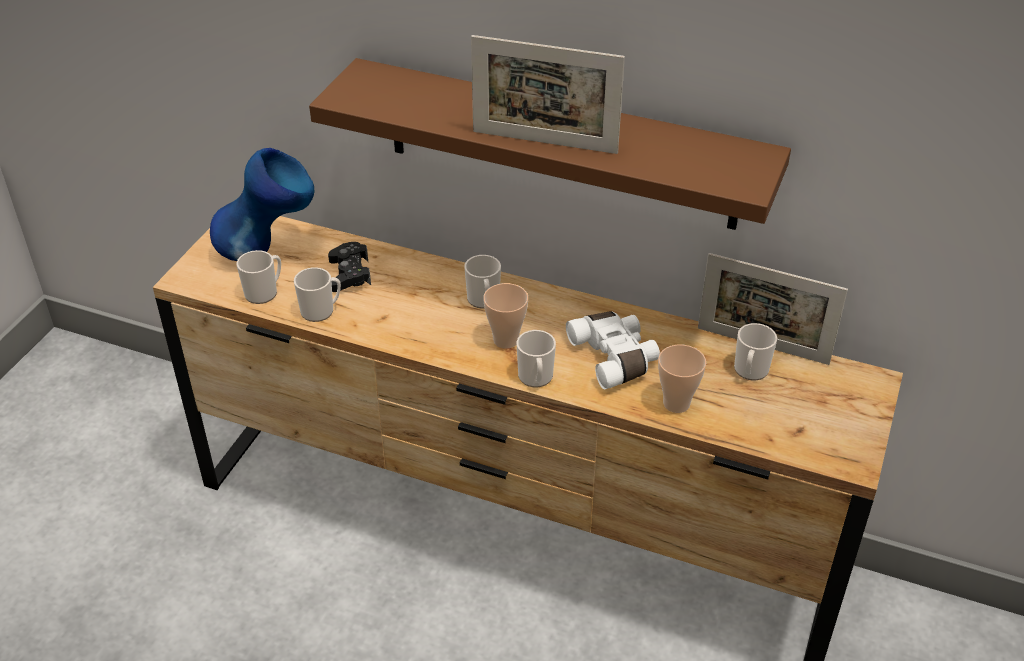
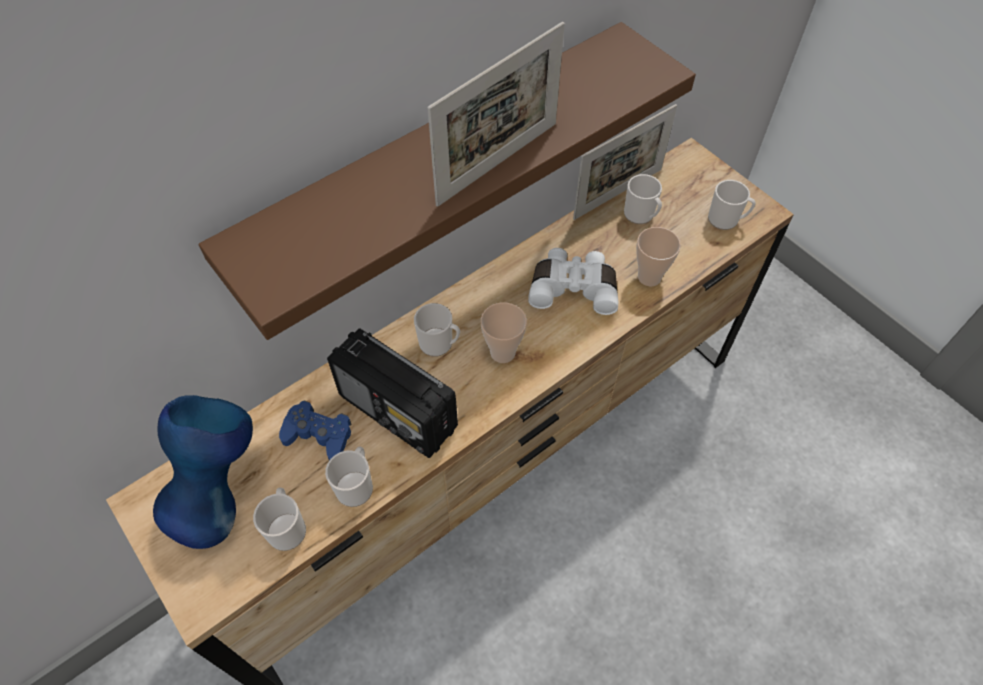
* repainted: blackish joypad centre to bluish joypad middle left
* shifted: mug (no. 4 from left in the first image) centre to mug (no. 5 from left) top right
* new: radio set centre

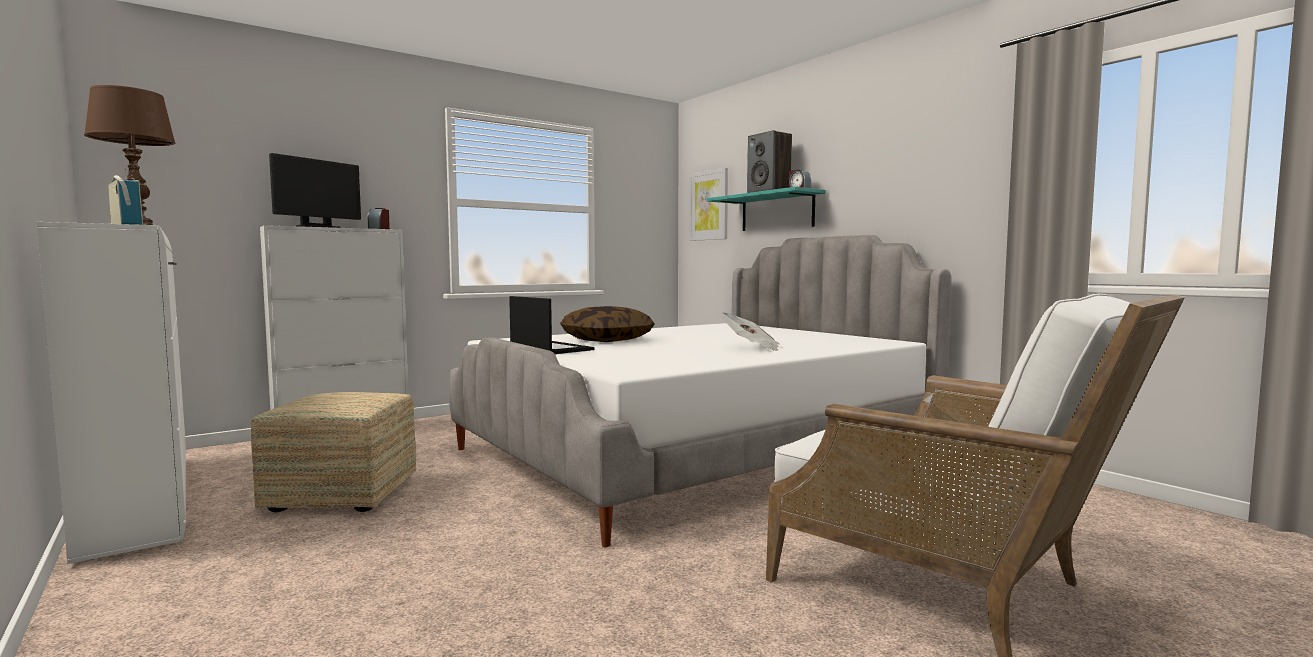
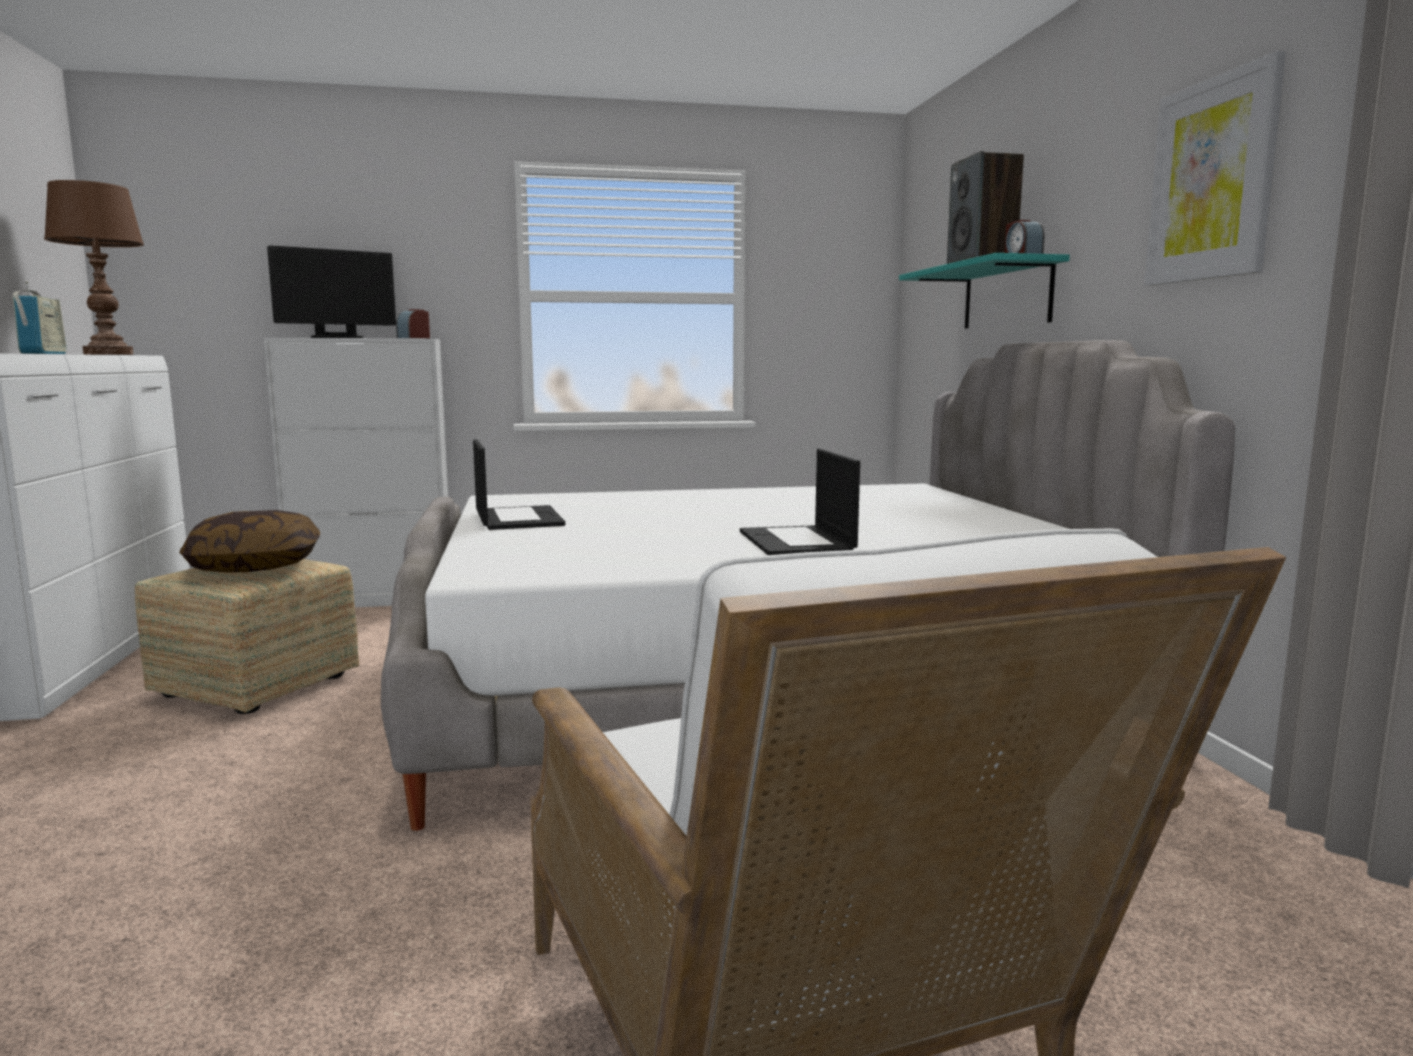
* shifted: wall art top centre to top right
* shifted: cushion centre to middle left
* swapped: newspaper centre to laptop (no. 2 from left) centre

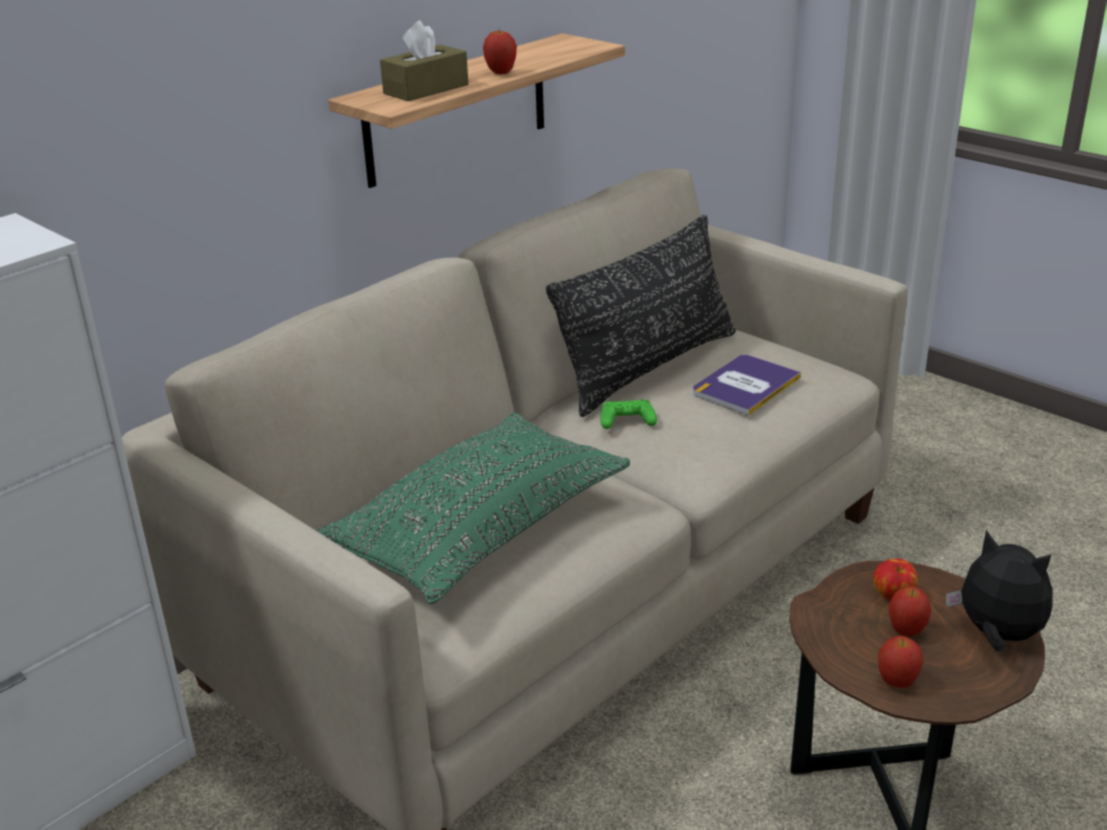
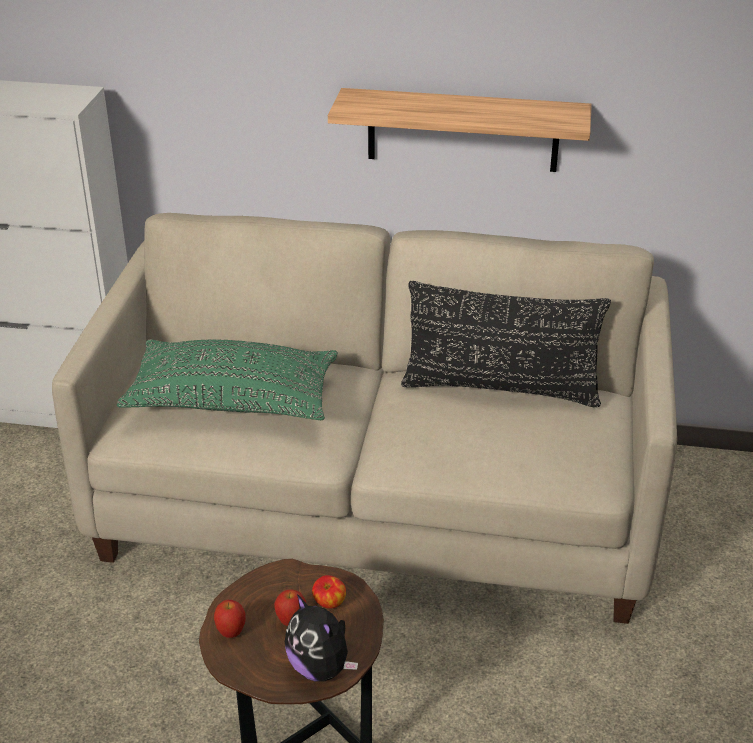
* gone: brownish tissue holder top centre
* gone: apple fruit (no. 1 from left) top centre
* gone: volume middle right
* gone: green joypad centre
* rotated: cuddly toy bottom right = bottom centre 135 degrees clockwise

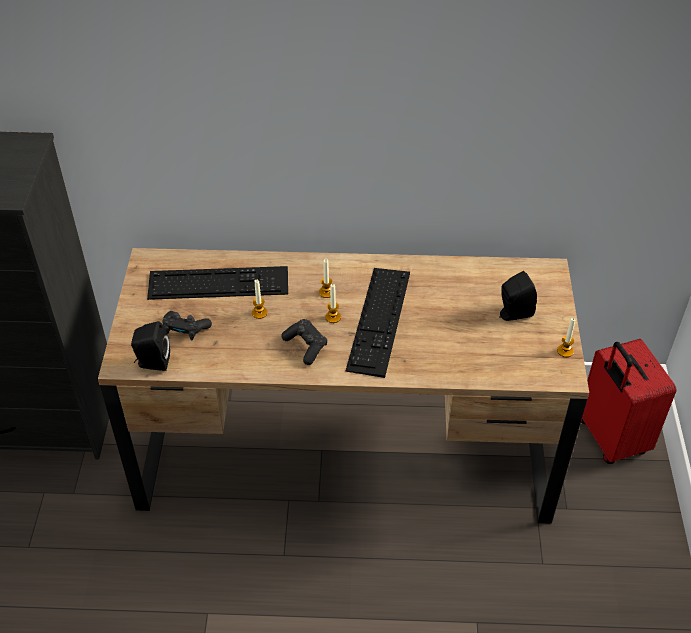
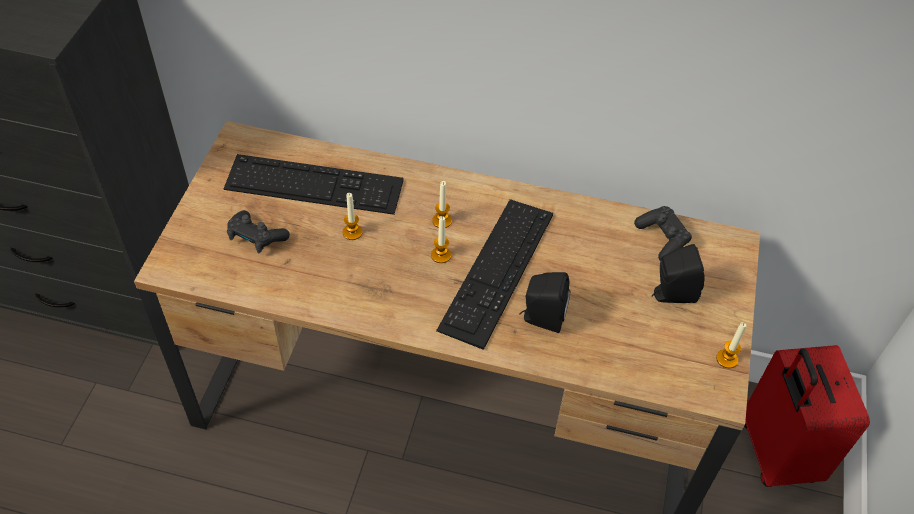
* shifted: blackish joypad (no. 2 from left) centre to middle right
* shifted: blackish audio speaker (no. 1 from left) middle left to centre

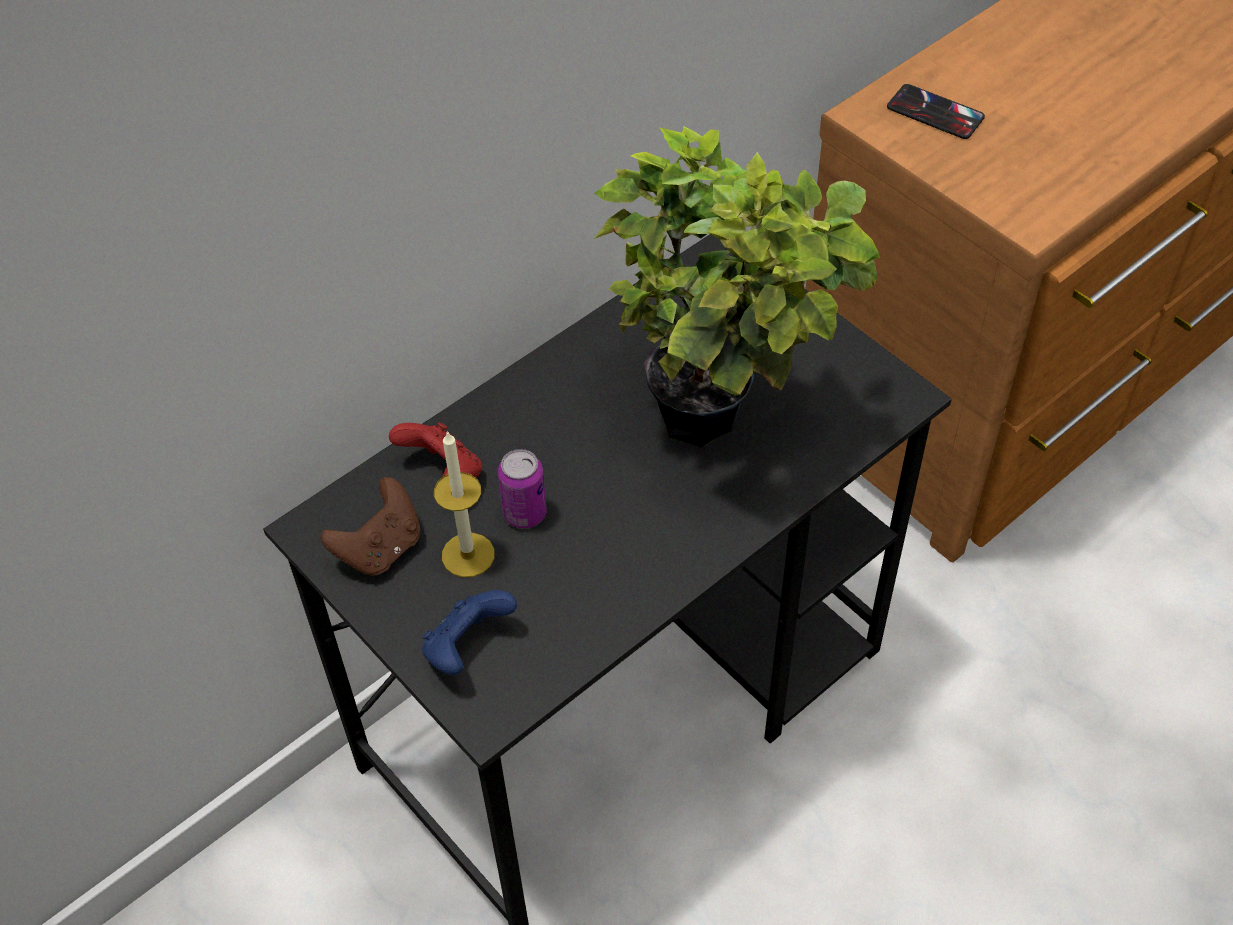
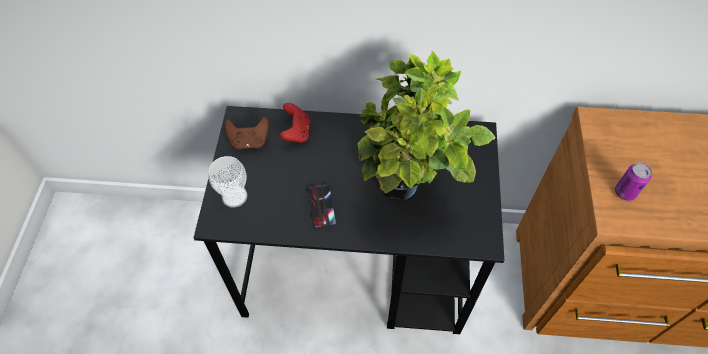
* shifted: handset top right to centre
* gone: wax candle centre
* shifted: can centre to middle right
* swapped: bluish joypad bottom centre to cup middle left

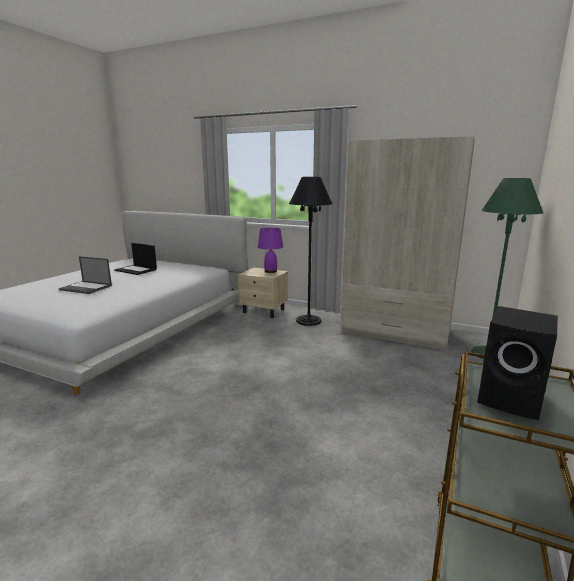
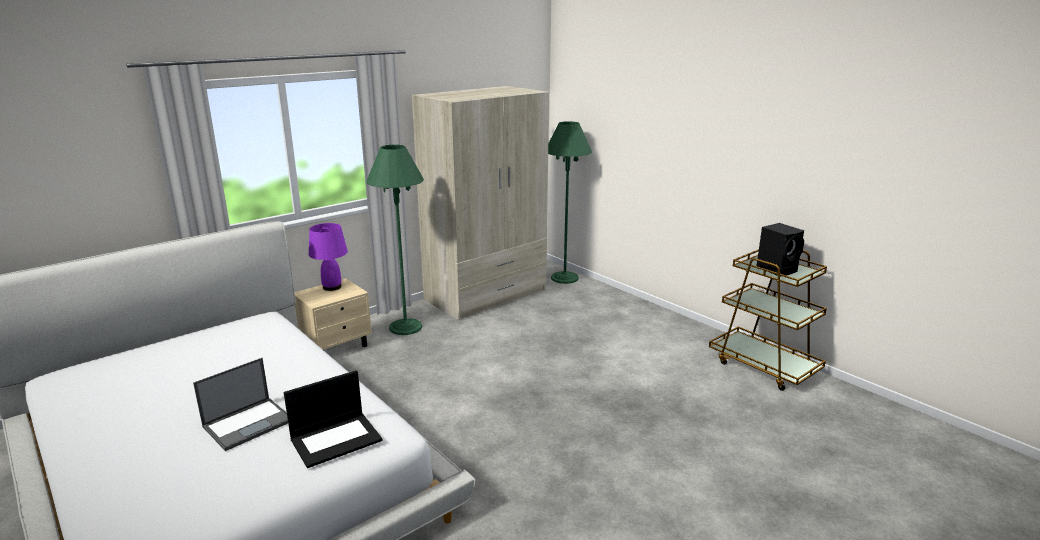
* repainted: blackish standing lamp centre to green standing lamp (no. 1 from left) centre
* shifted: laptop (no. 2 from left) middle left to bottom left

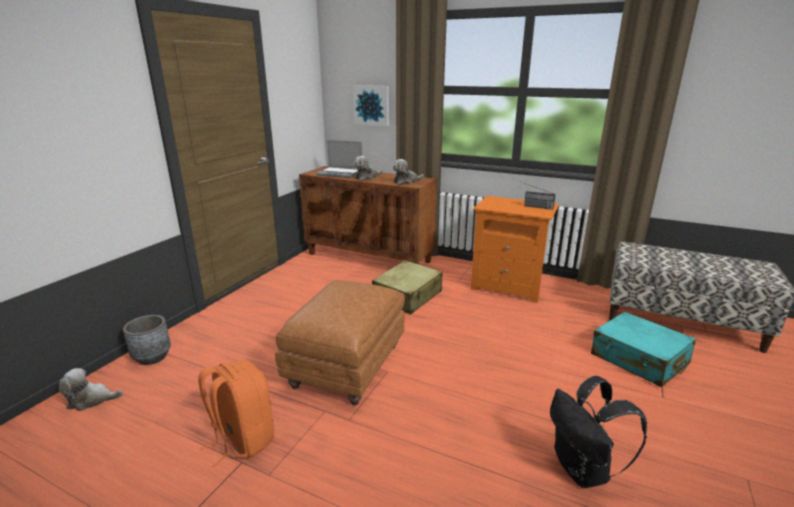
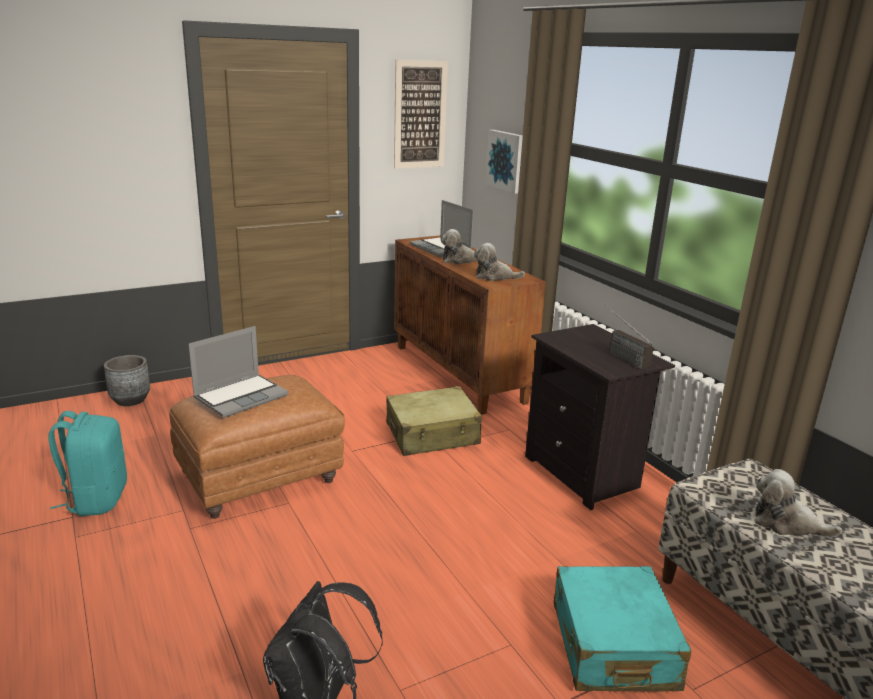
* repainted: orangey nightstand centre to blackish nightstand middle right
* repainted: orangey backpack bottom left to turquoise backpack middle left
* shifted: cuddly toy (no. 1 from left in the first image) bottom left to cuddly toy (no. 3 from left) bottom right
* new: wall art (no. 1 from left) top centre
* new: laptop (no. 1 from left) middle left

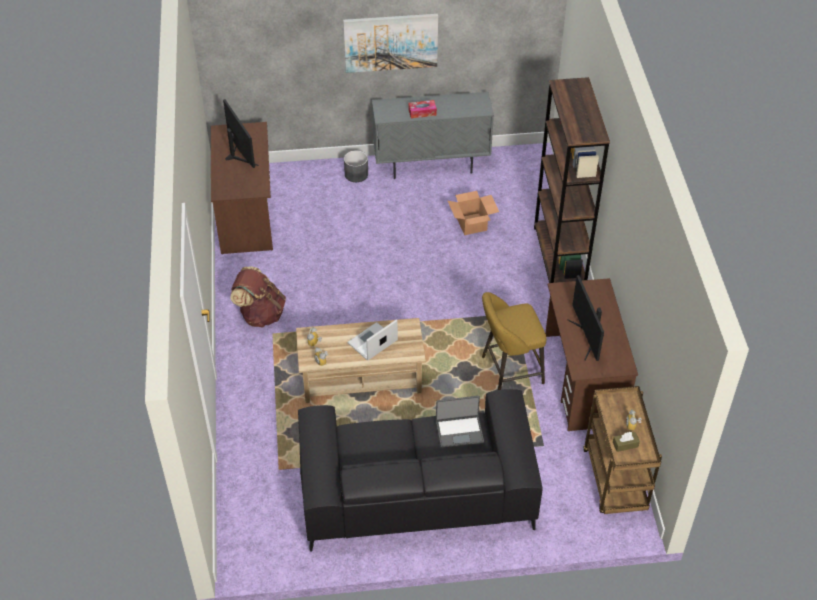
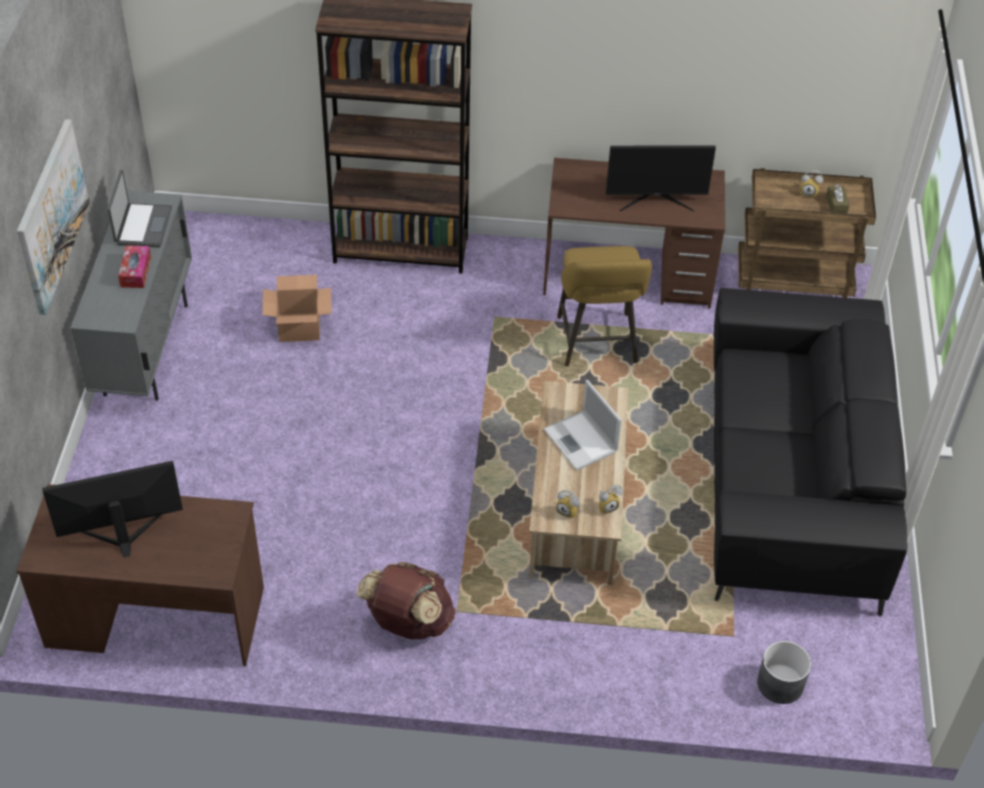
* shifted: gray planter top centre to bottom right
* shifted: laptop (no. 2 from left in the first image) bottom centre to laptop (no. 1 from left) top left

